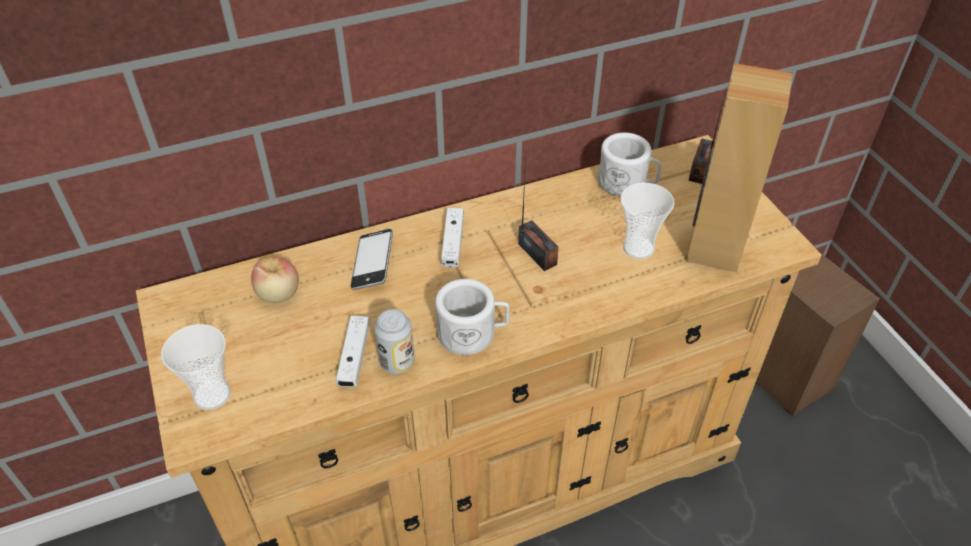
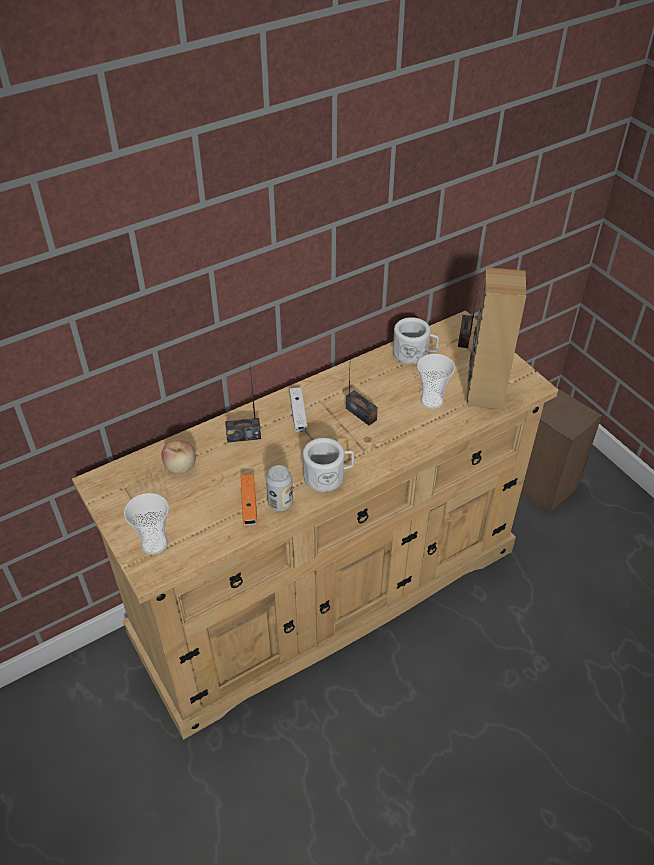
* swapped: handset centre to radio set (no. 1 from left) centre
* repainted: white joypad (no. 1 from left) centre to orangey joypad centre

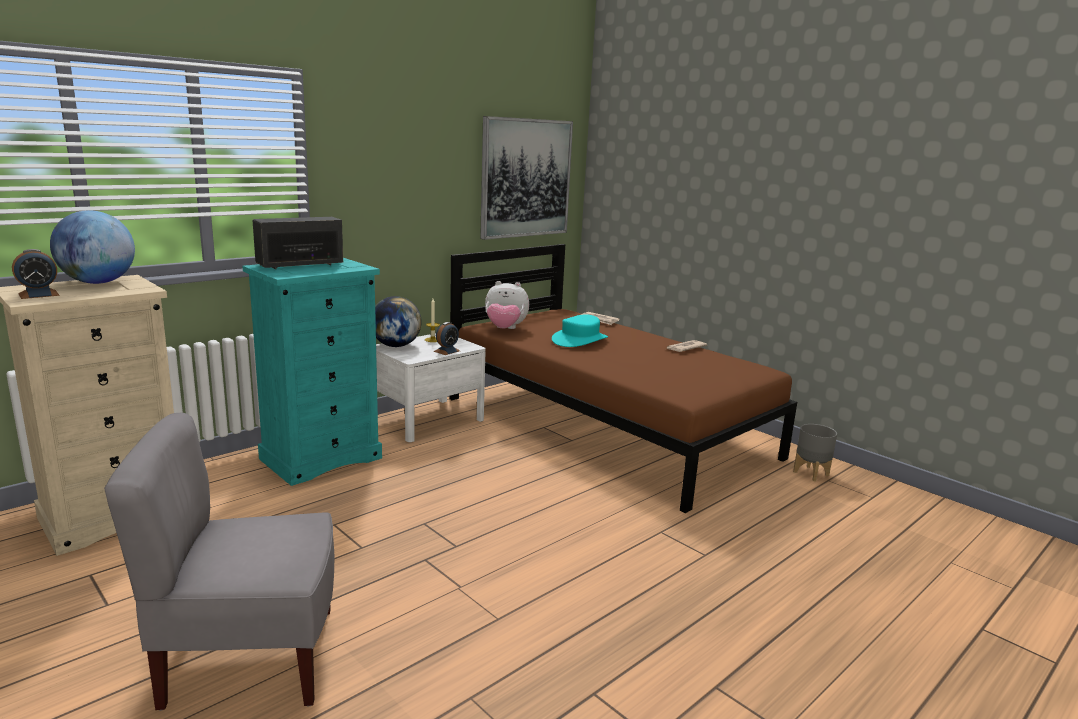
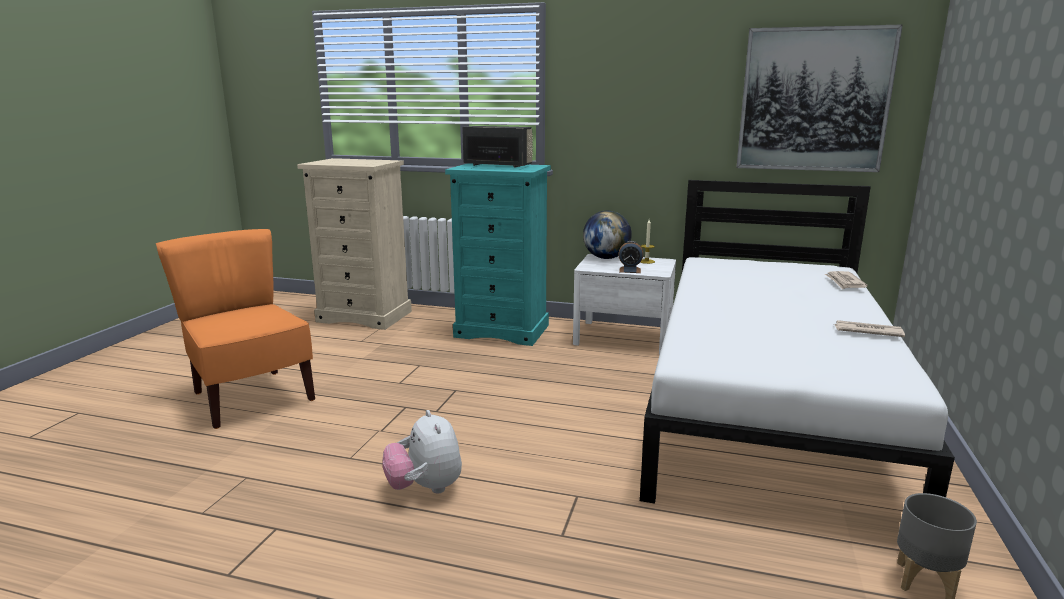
* gone: desk globe (no. 1 from left) middle left
* repainted: brownish sleeping bed centre to white sleeping bed middle right
* gone: bedside clock (no. 1 from left) middle left
* shifted: cuddly toy centre to bottom centre
* gone: turquoise hat centre
* repainted: gray plain chair bottom left to orangey plain chair middle left

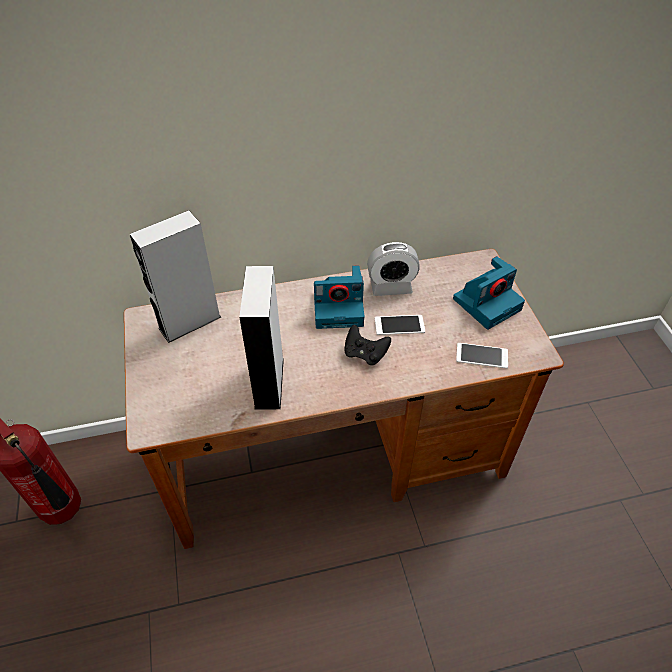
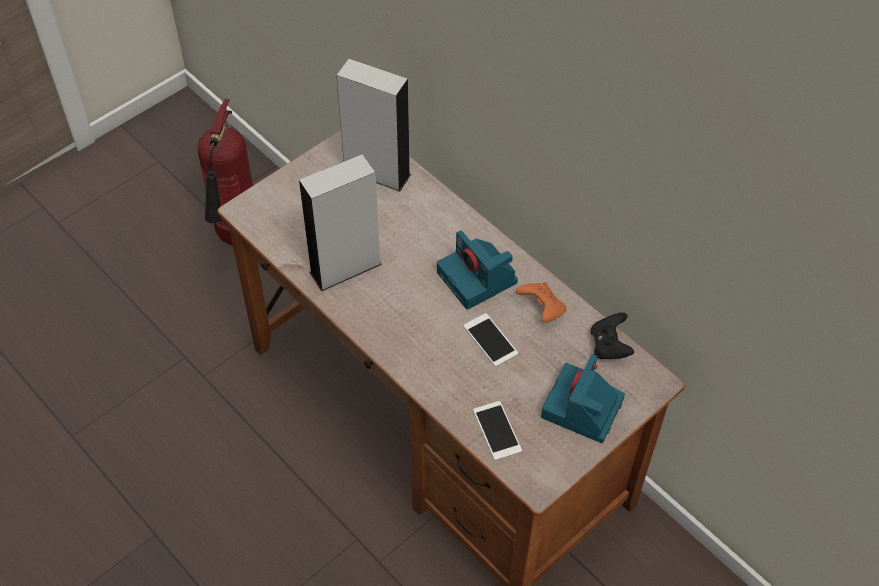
* swapped: bedside clock centre to orangey joypad centre
* rotated: still camera (no. 2 from left) middle right = bottom centre 90 degrees clockwise
* shifted: blackish joypad centre to middle right

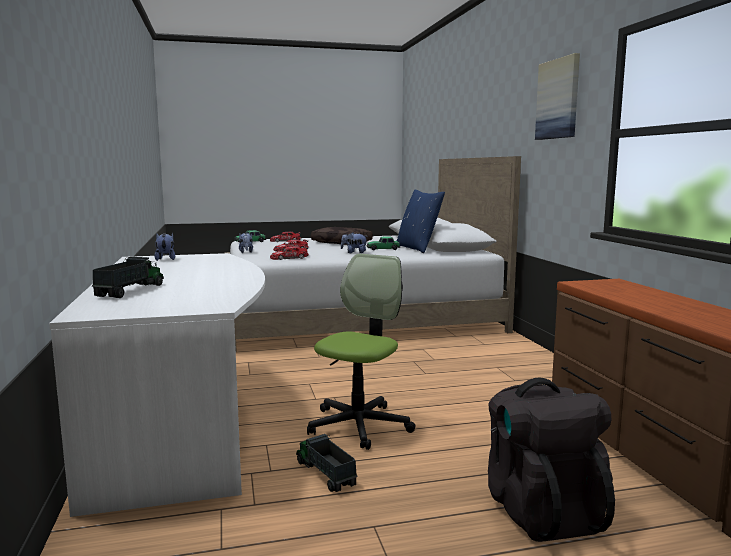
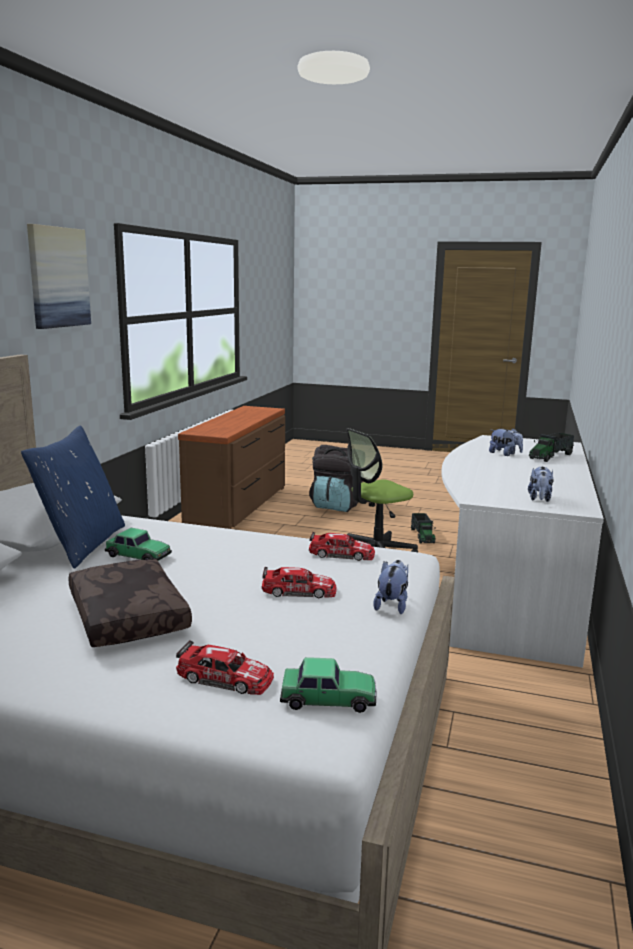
* shifted: cuddly toy (no. 3 from left in the first image) centre to cuddly toy (no. 2 from left) middle right

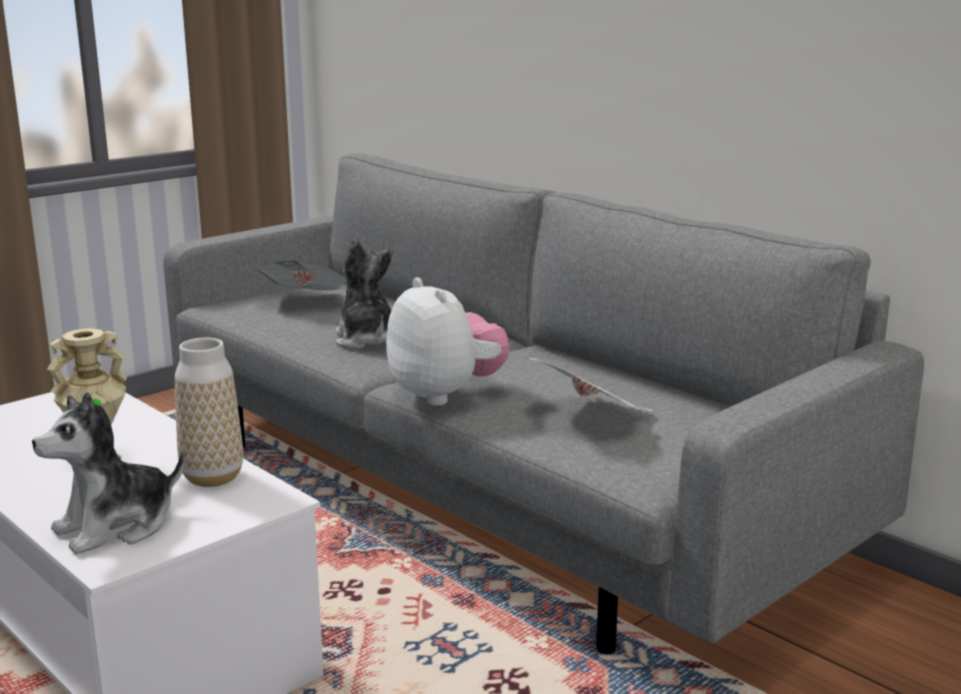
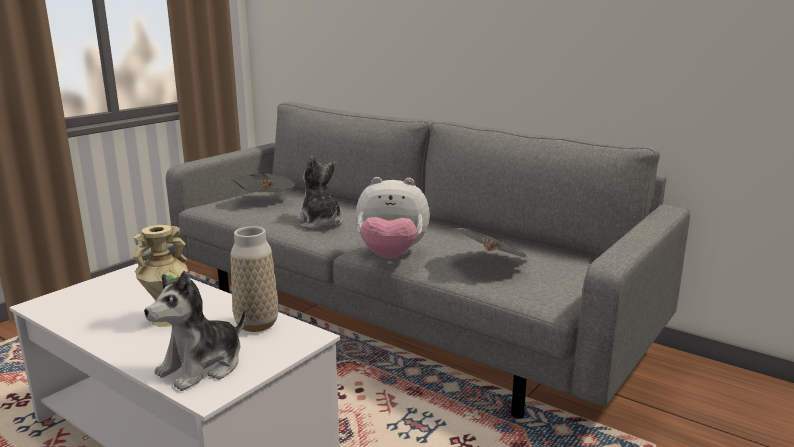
* rotated: cuddly toy (no. 3 from left) centre = centre 135 degrees clockwise

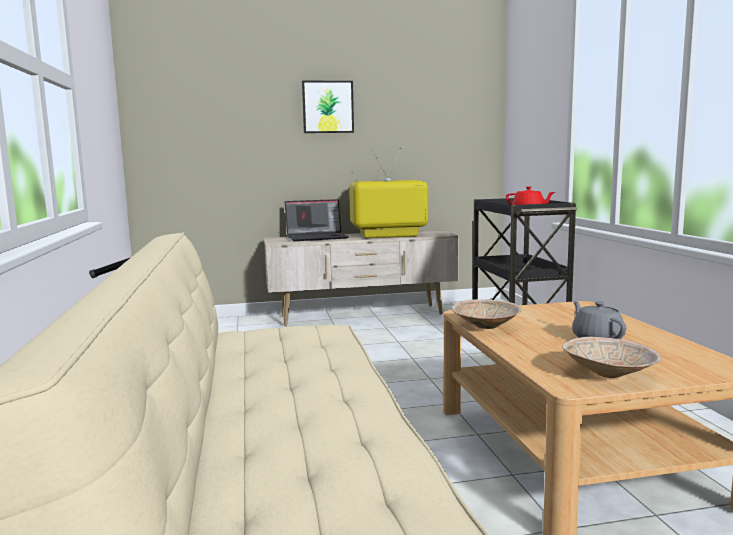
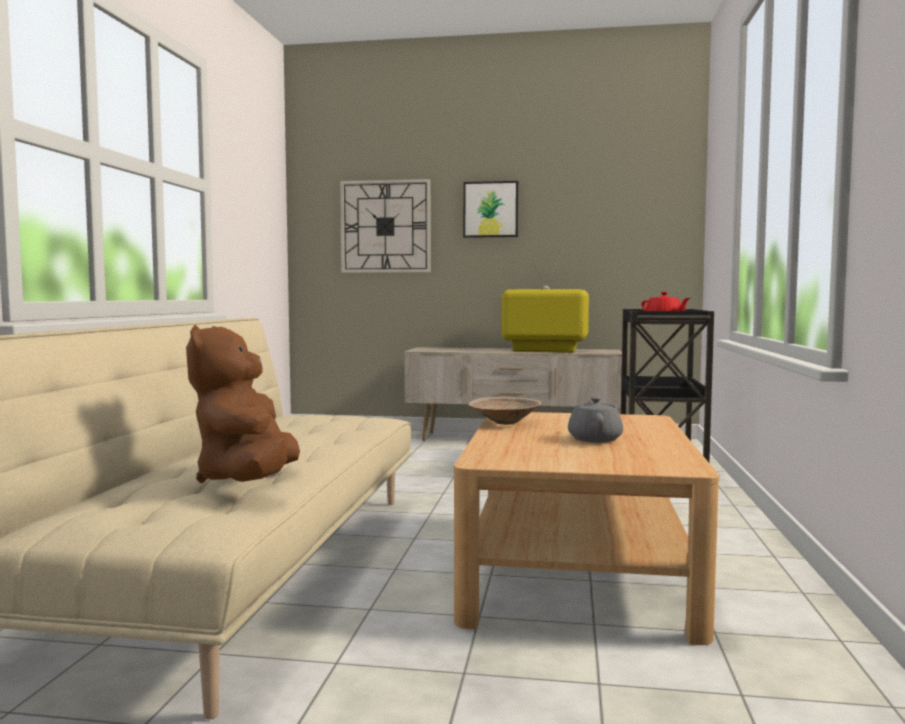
* gone: laptop centre
* gone: sand-coloured deep dish (no. 2 from left) bottom right
* new: clock on the wall top centre
* new: brownish cuddly toy middle left

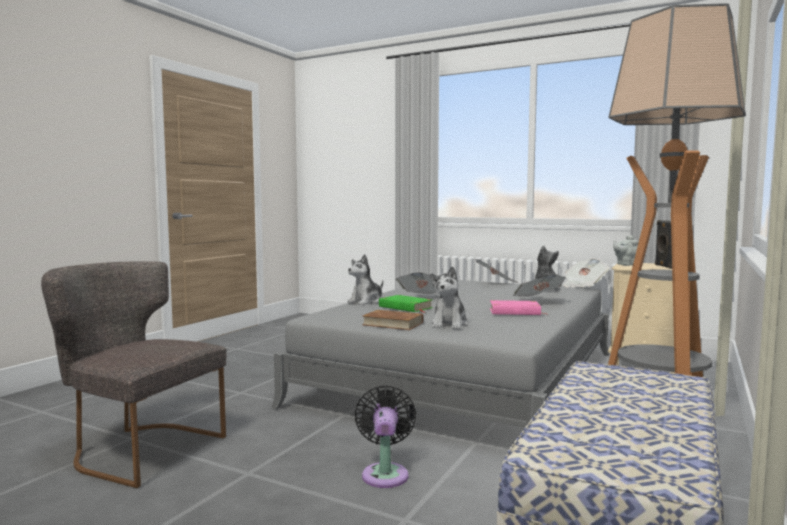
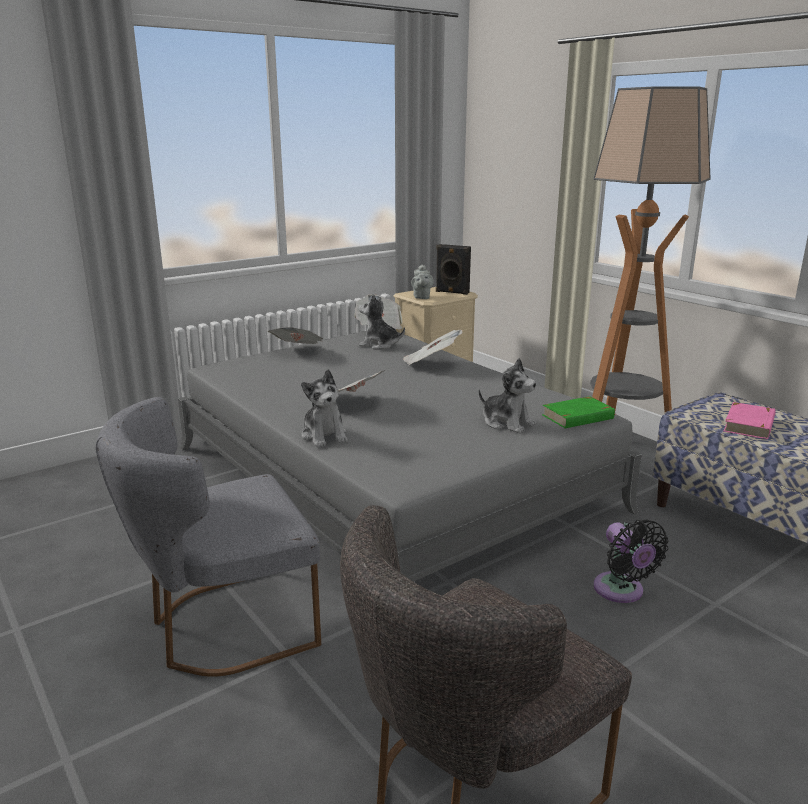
* shifted: green volume centre to middle right
* shifted: pink volume centre to middle right
* gone: brownish volume centre
* rotated: blackish fan bottom centre = bottom right 135 degrees counterclockwise
* new: gray plain chair (no. 1 from left) bottom left

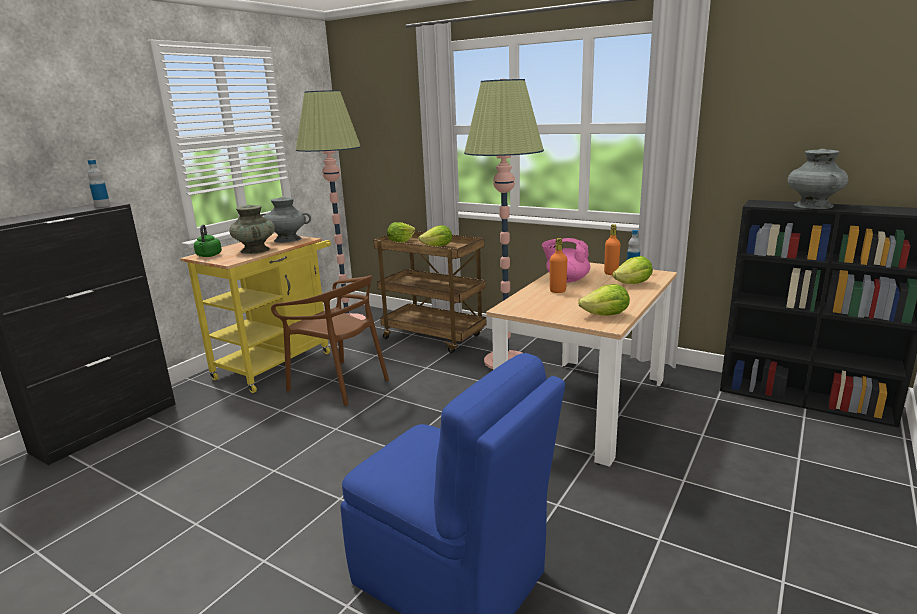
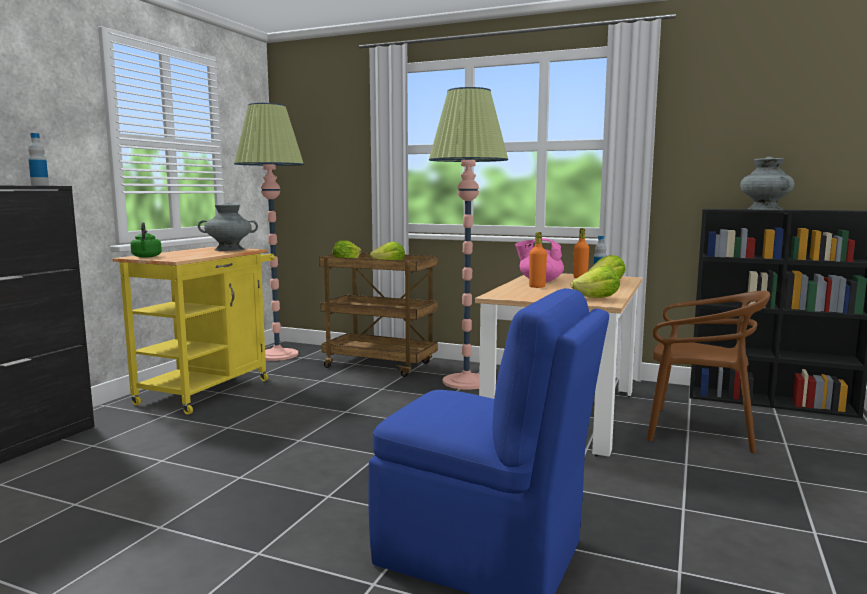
* gone: turquoise decorative vase middle left
* shifted: brownish plain chair centre to middle right

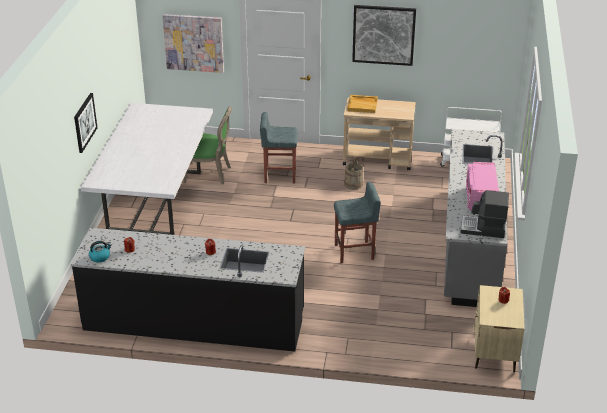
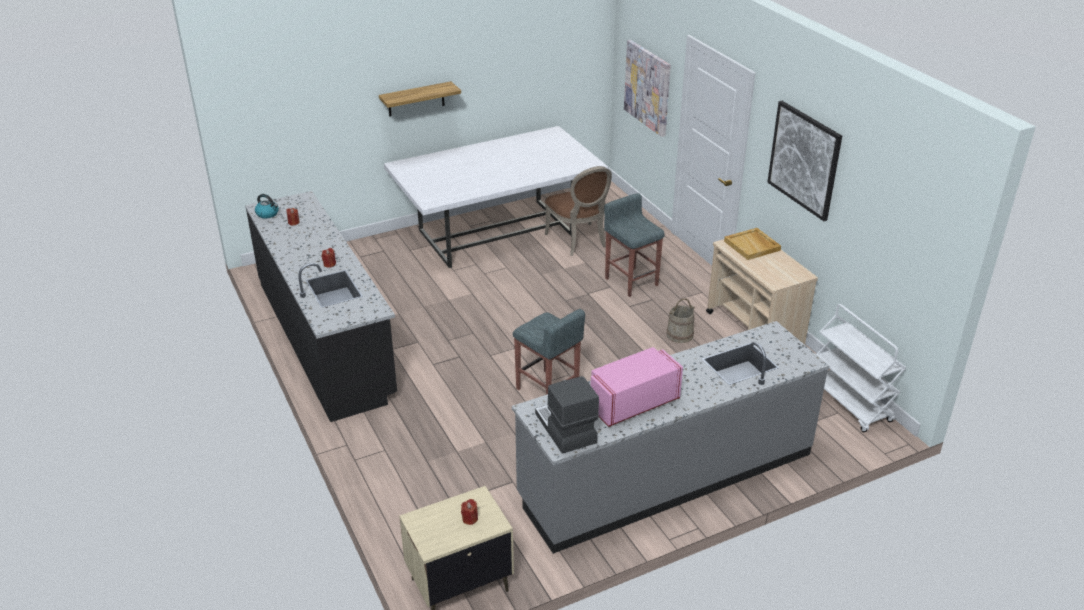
* swapped: wall art (no. 1 from left) top left to wall shelf top centre
* repainted: green plain chair centre to brownish plain chair centre

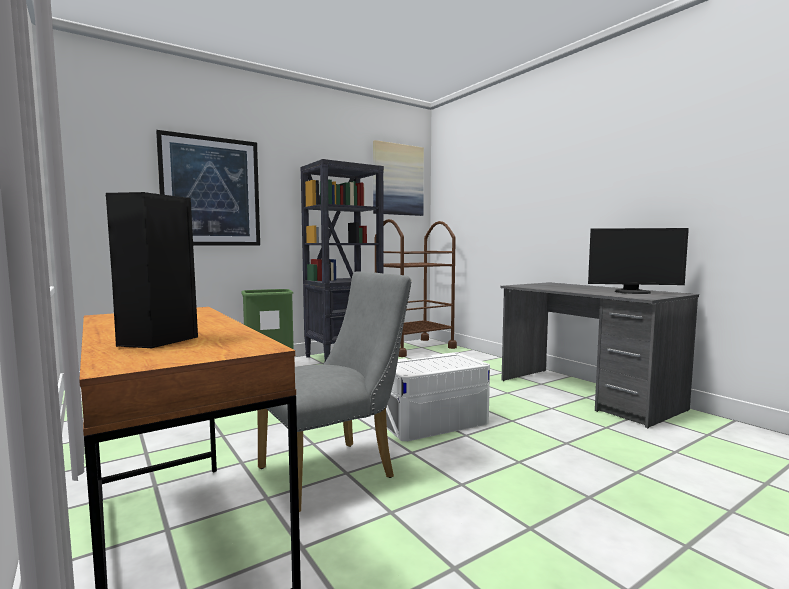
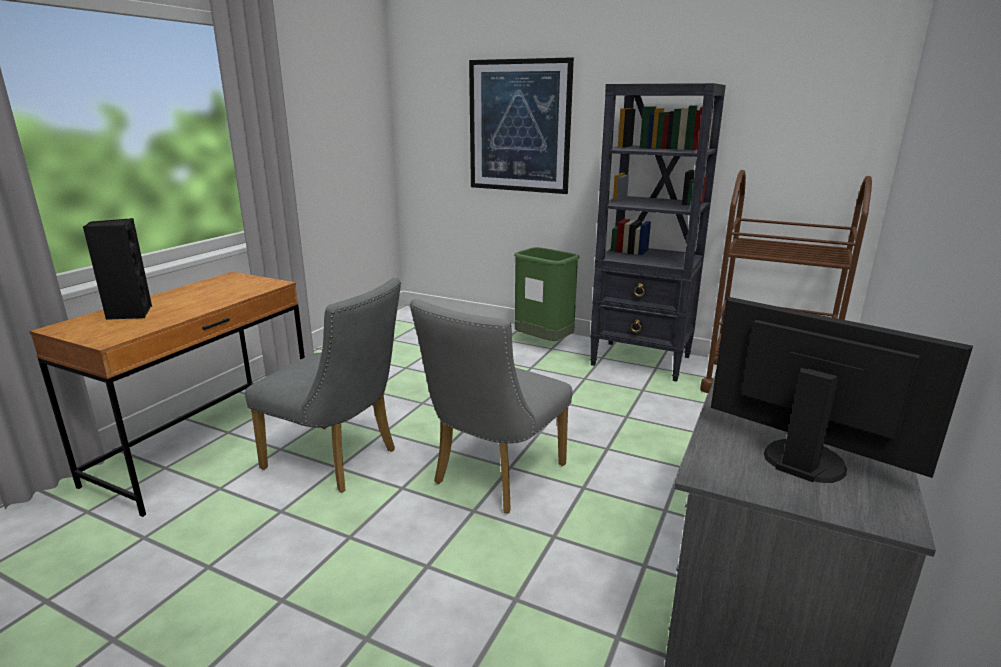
* gone: wall art (no. 2 from left) top centre
* rotated: computer display middle right = middle right 150 degrees clockwise
* swapped: white storage container bottom centre to gray plain chair (no. 2 from left) centre

